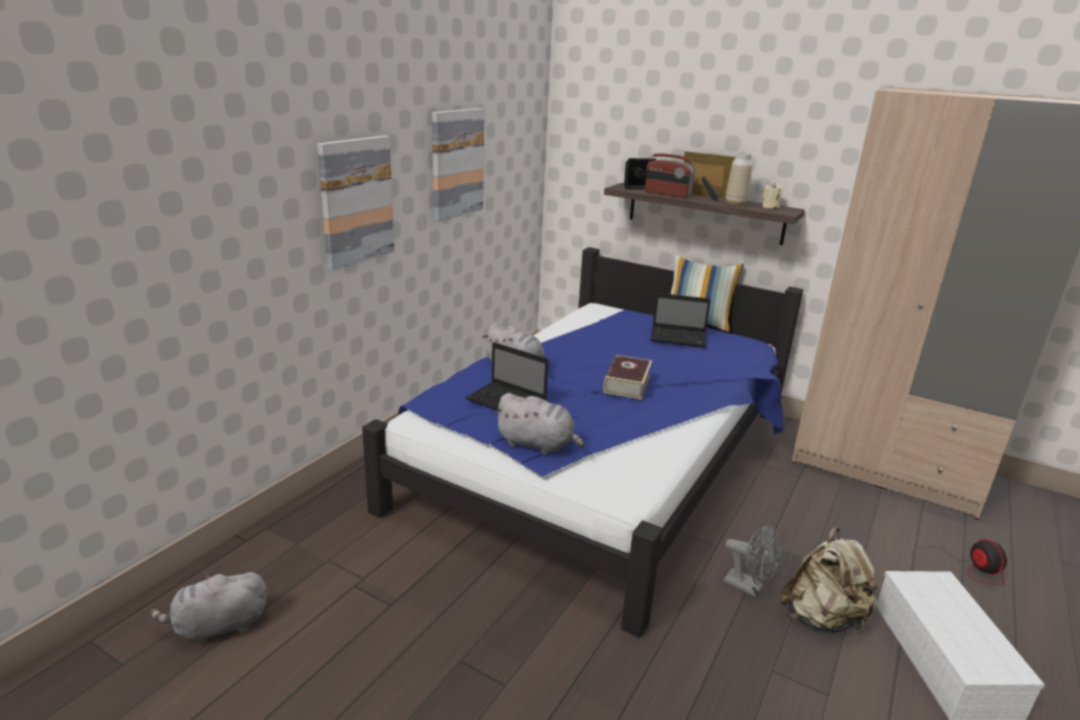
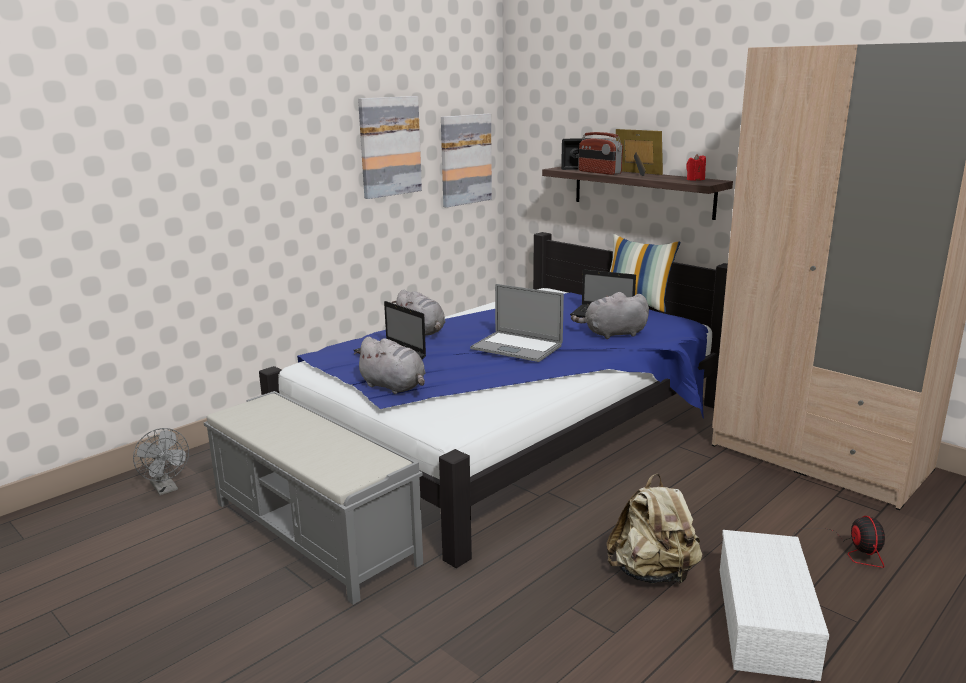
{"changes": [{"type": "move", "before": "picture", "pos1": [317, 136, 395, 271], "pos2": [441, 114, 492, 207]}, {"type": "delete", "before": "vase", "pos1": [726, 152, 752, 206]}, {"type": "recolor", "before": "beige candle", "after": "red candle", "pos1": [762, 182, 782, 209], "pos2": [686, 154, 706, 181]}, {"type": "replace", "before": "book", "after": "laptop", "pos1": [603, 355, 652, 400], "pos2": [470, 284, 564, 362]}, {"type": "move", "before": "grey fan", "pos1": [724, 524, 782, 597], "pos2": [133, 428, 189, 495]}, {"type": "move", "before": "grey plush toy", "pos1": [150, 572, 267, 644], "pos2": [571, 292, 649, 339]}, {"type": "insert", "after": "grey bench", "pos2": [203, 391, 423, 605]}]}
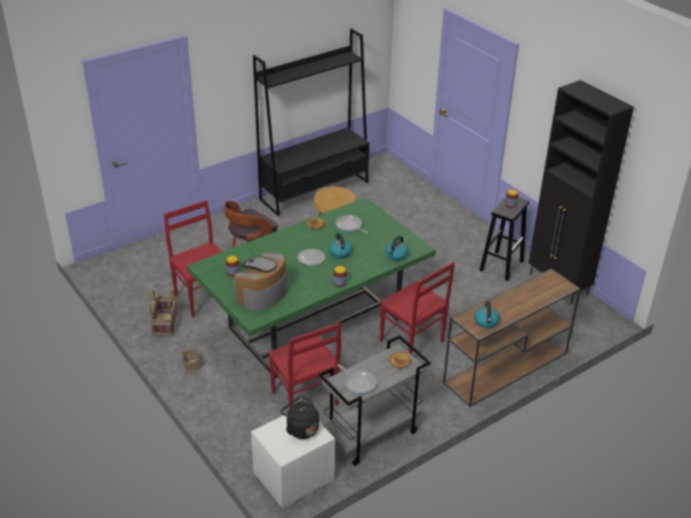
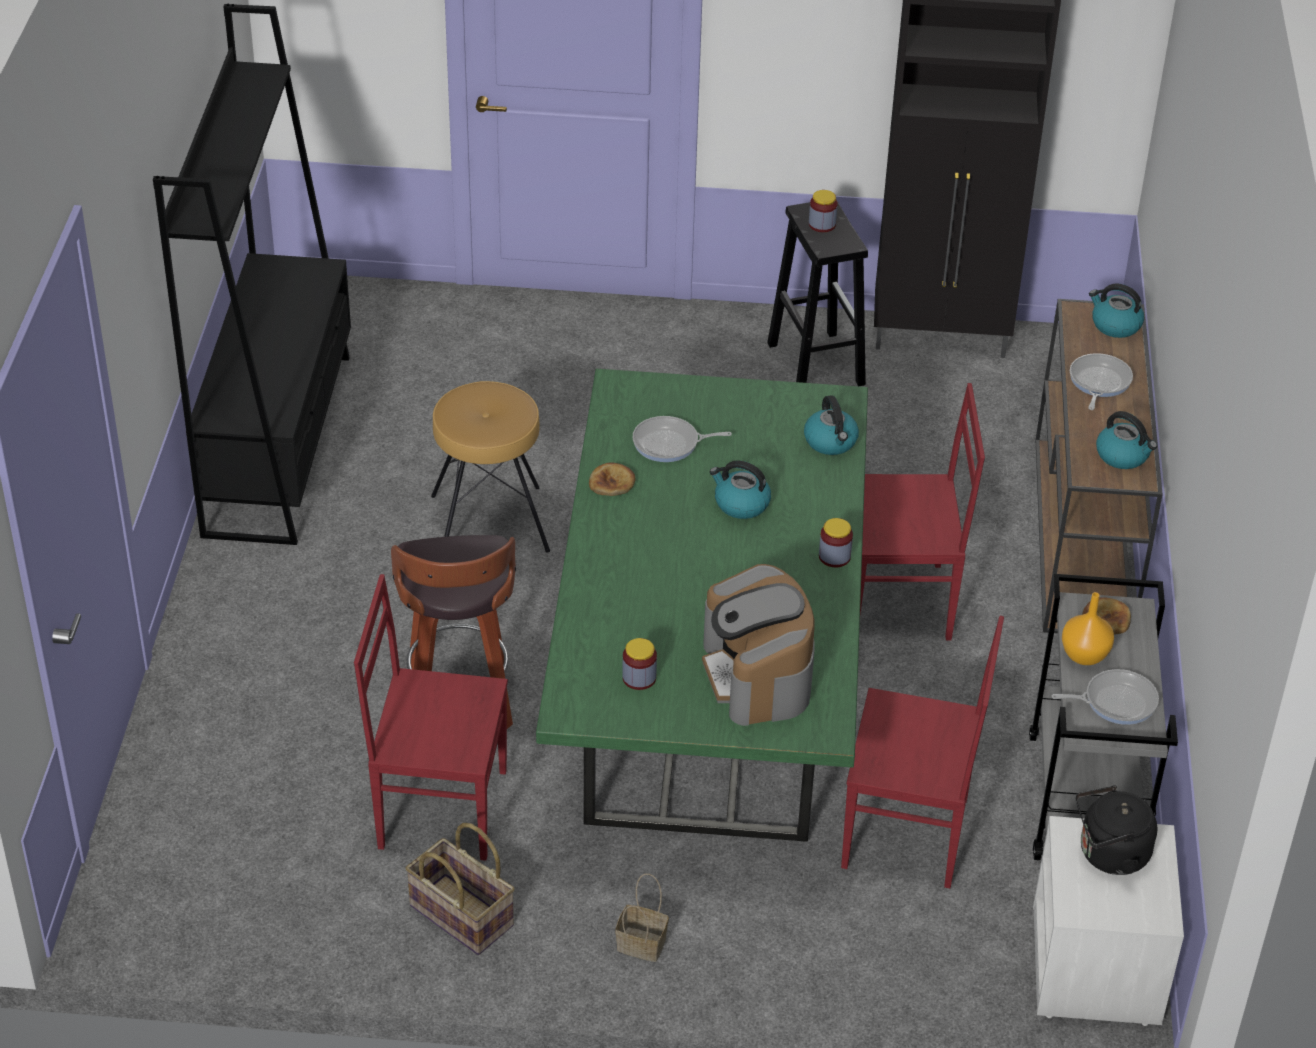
{"changes": [{"type": "delete", "before": "plate", "pos1": [297, 249, 325, 266]}, {"type": "insert", "after": "kettle", "pos2": [1089, 283, 1144, 338]}, {"type": "insert", "after": "frying pan", "pos2": [1070, 353, 1133, 410]}, {"type": "insert", "after": "orange vase", "pos2": [1062, 592, 1114, 665]}]}
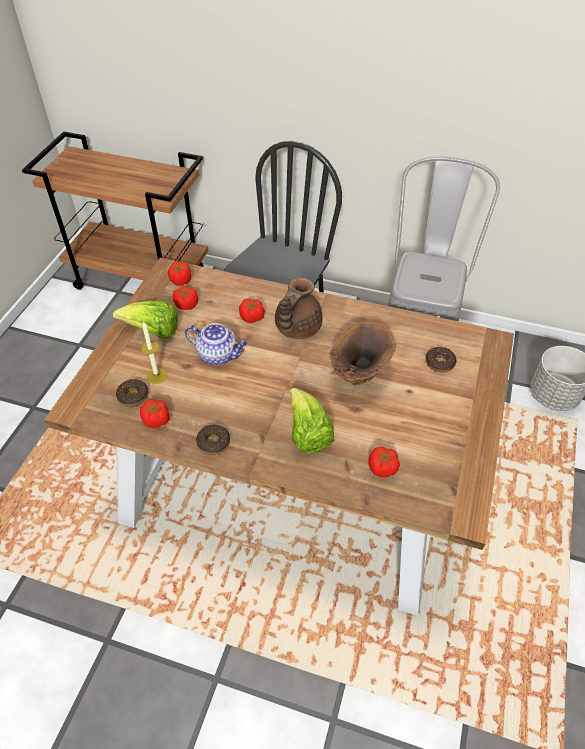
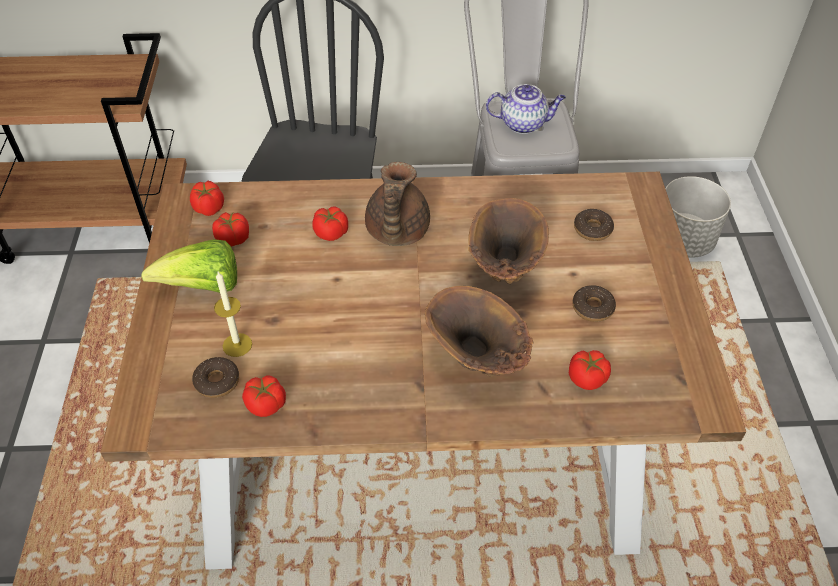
{"changes": [{"type": "move", "before": "teapot", "pos1": [185, 323, 247, 365], "pos2": [486, 84, 566, 134]}, {"type": "replace", "before": "lettuce", "after": "brown vase", "pos1": [290, 388, 335, 454], "pos2": [425, 286, 533, 377]}, {"type": "move", "before": "donut", "pos1": [196, 425, 230, 455], "pos2": [572, 285, 616, 322]}]}
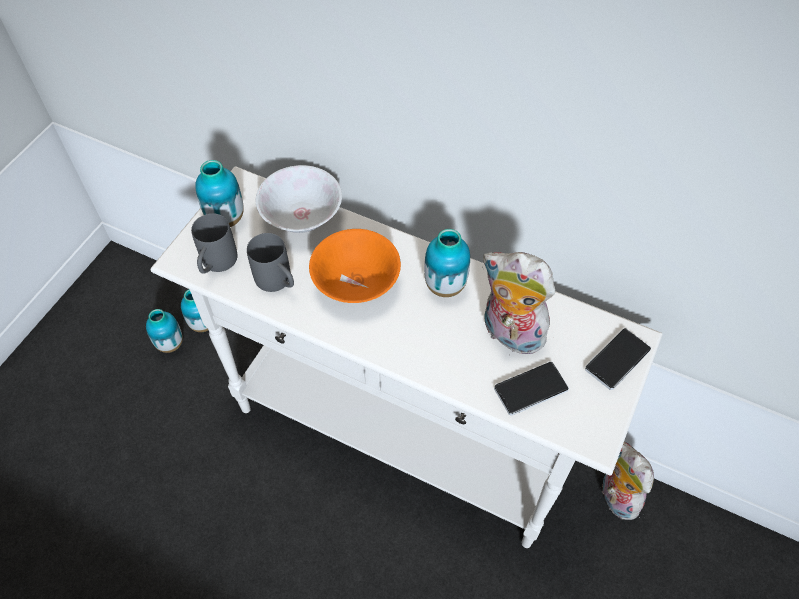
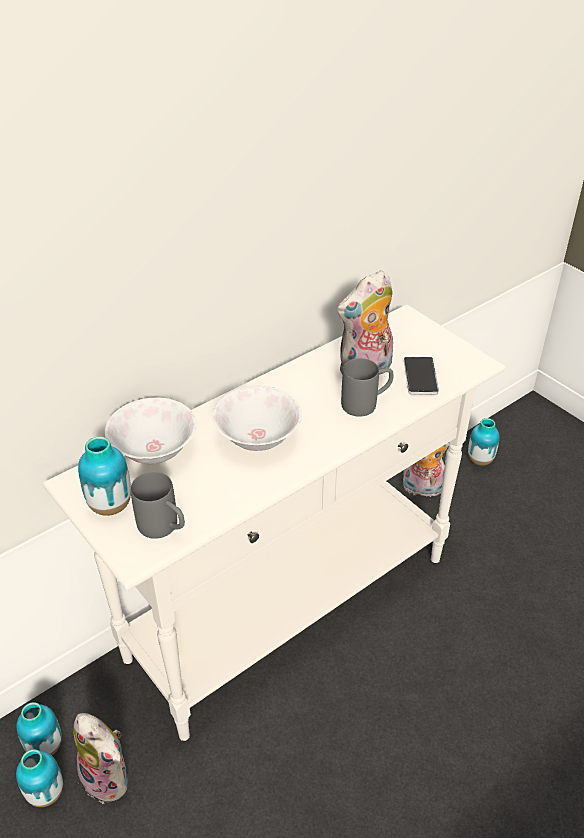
{"changes": [{"type": "recolor", "before": "orange bowl", "after": "white bowl", "pos1": [309, 229, 401, 303], "pos2": [212, 386, 302, 451]}, {"type": "move", "before": "vase", "pos1": [424, 229, 470, 297], "pos2": [468, 418, 499, 466]}, {"type": "move", "before": "grey mug", "pos1": [247, 233, 294, 292], "pos2": [341, 358, 394, 417]}, {"type": "delete", "before": "phone", "pos1": [585, 328, 651, 390]}, {"type": "insert", "after": "plush toy", "pos2": [73, 713, 128, 804]}]}
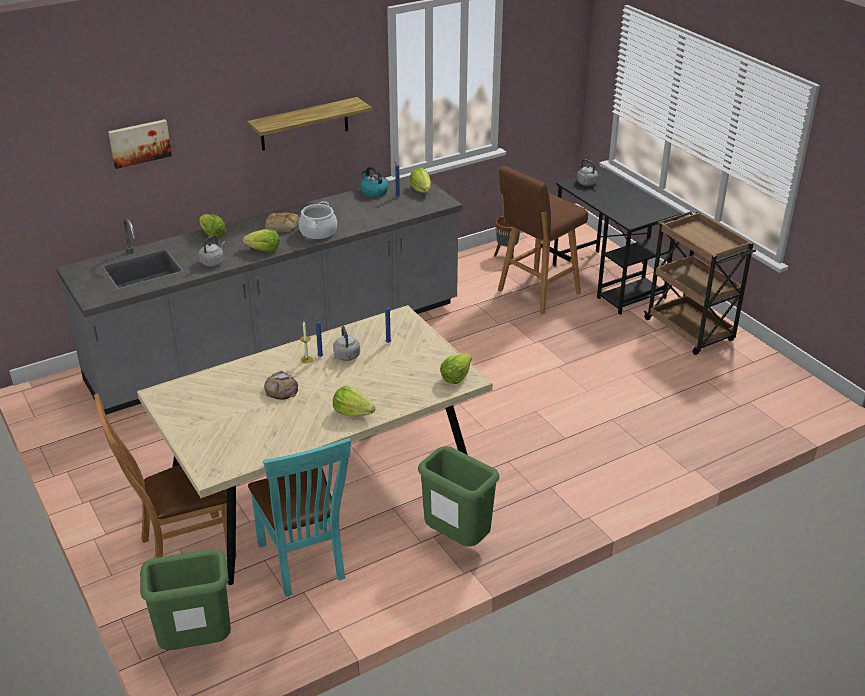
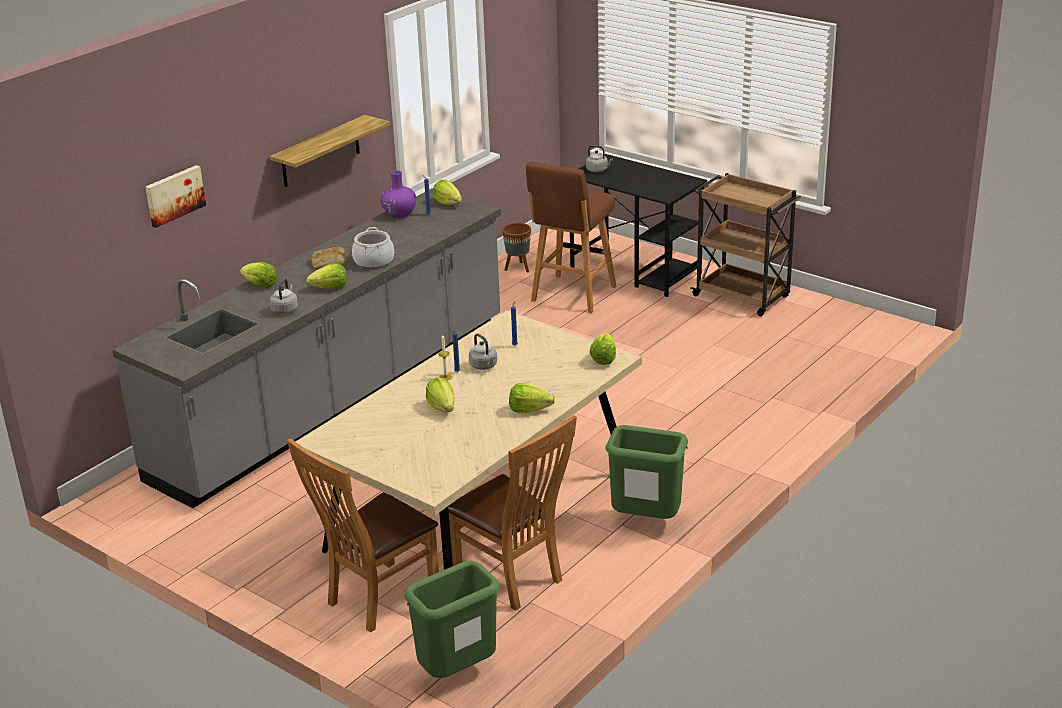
{"changes": [{"type": "replace", "before": "kettle", "after": "purple vase", "pos1": [360, 166, 389, 197], "pos2": [380, 171, 416, 218]}, {"type": "replace", "before": "bread", "after": "lettuce", "pos1": [264, 371, 298, 400], "pos2": [426, 378, 455, 412]}, {"type": "recolor", "before": "turquoise chair", "after": "brown chair", "pos1": [248, 438, 351, 597], "pos2": [448, 415, 577, 611]}]}
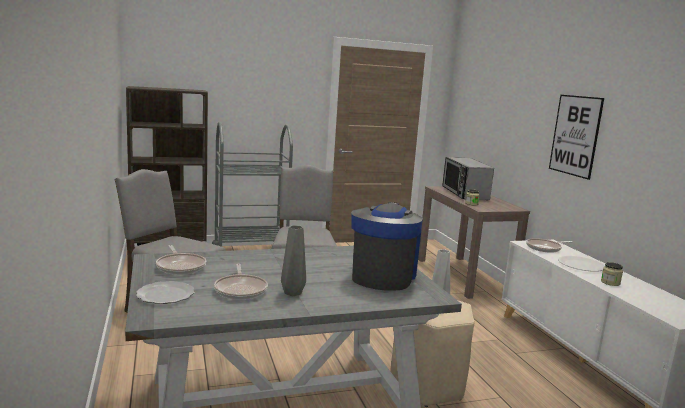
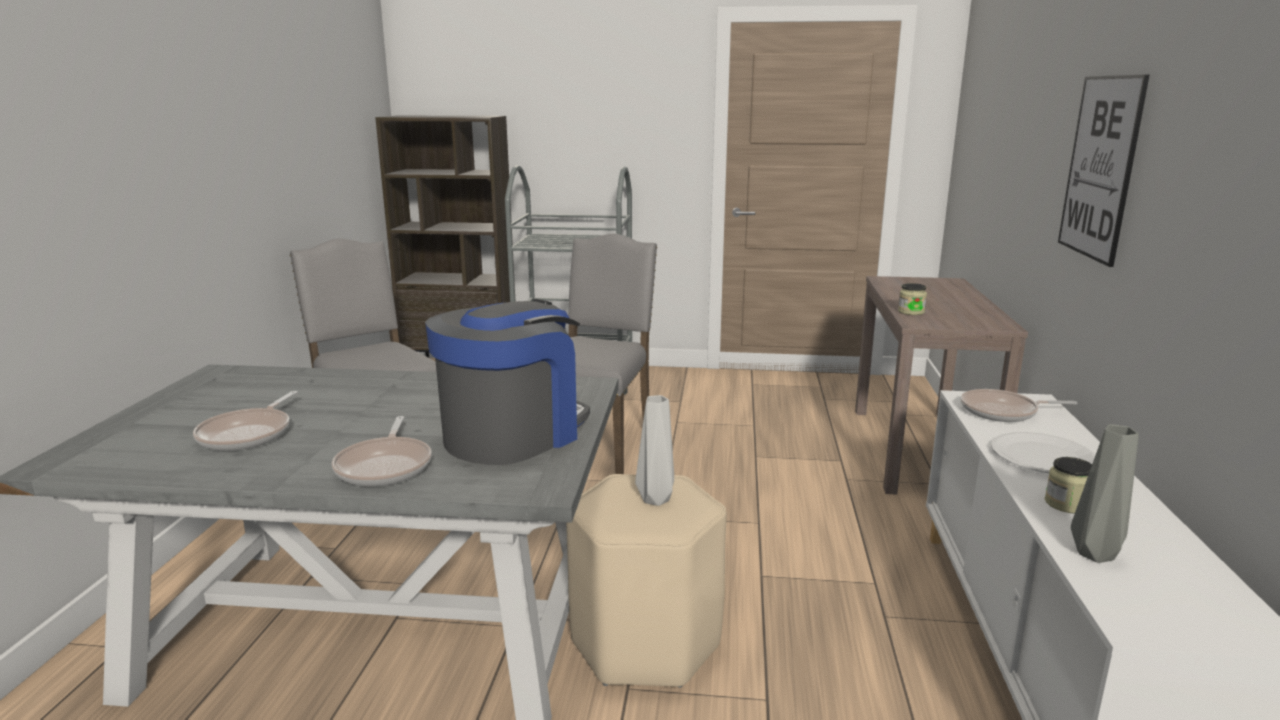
{"changes": [{"type": "delete", "before": "microwave", "pos1": [442, 157, 494, 200]}, {"type": "move", "before": "grey vase", "pos1": [281, 225, 306, 296], "pos2": [1071, 424, 1139, 563]}, {"type": "move", "before": "frying pan", "pos1": [156, 245, 206, 275], "pos2": [332, 416, 432, 486]}, {"type": "delete", "before": "plate", "pos1": [136, 281, 195, 304]}]}
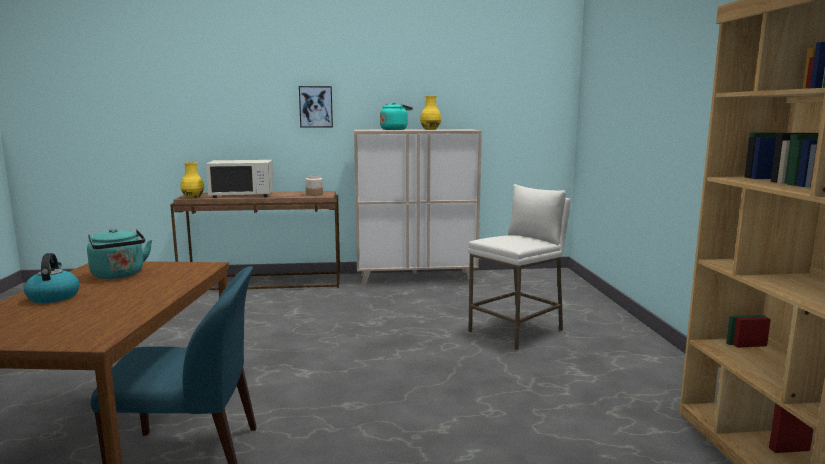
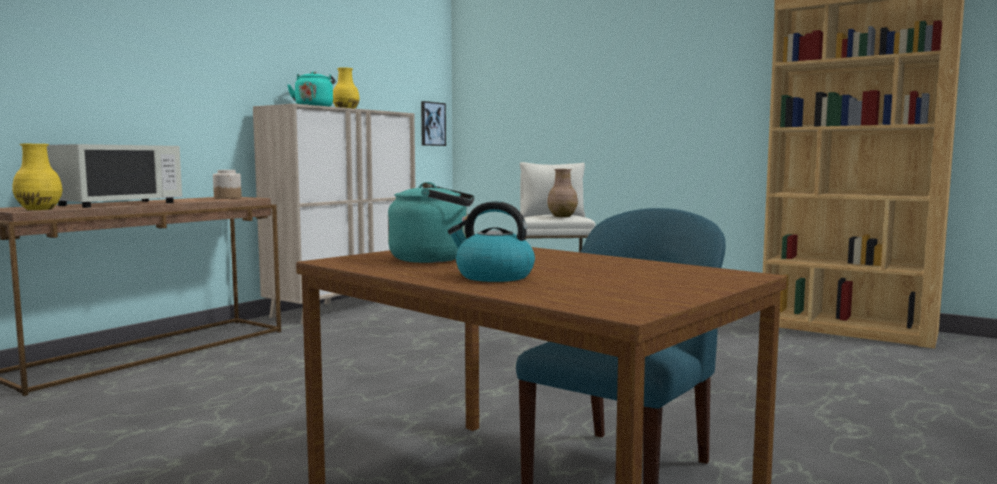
{"changes": [{"type": "move", "before": "picture", "pos1": [299, 86, 333, 128], "pos2": [421, 101, 446, 146]}, {"type": "insert", "after": "brown vase", "pos2": [547, 169, 578, 217]}]}
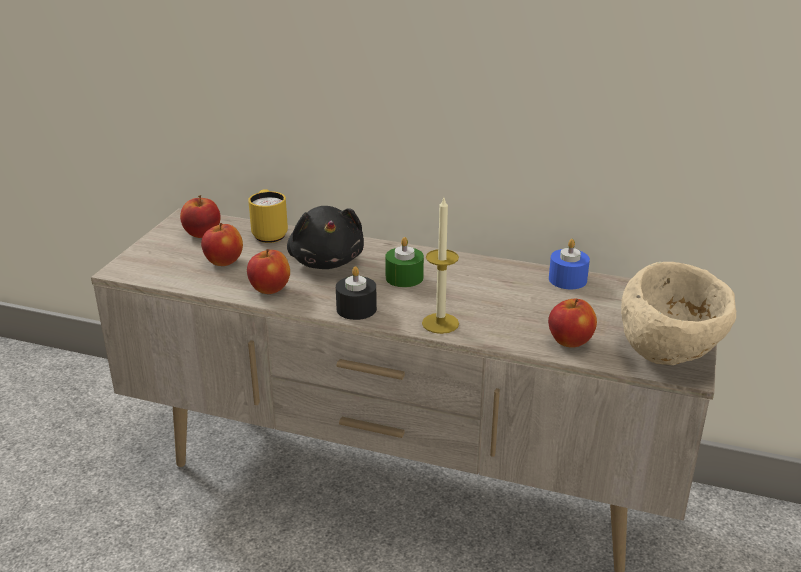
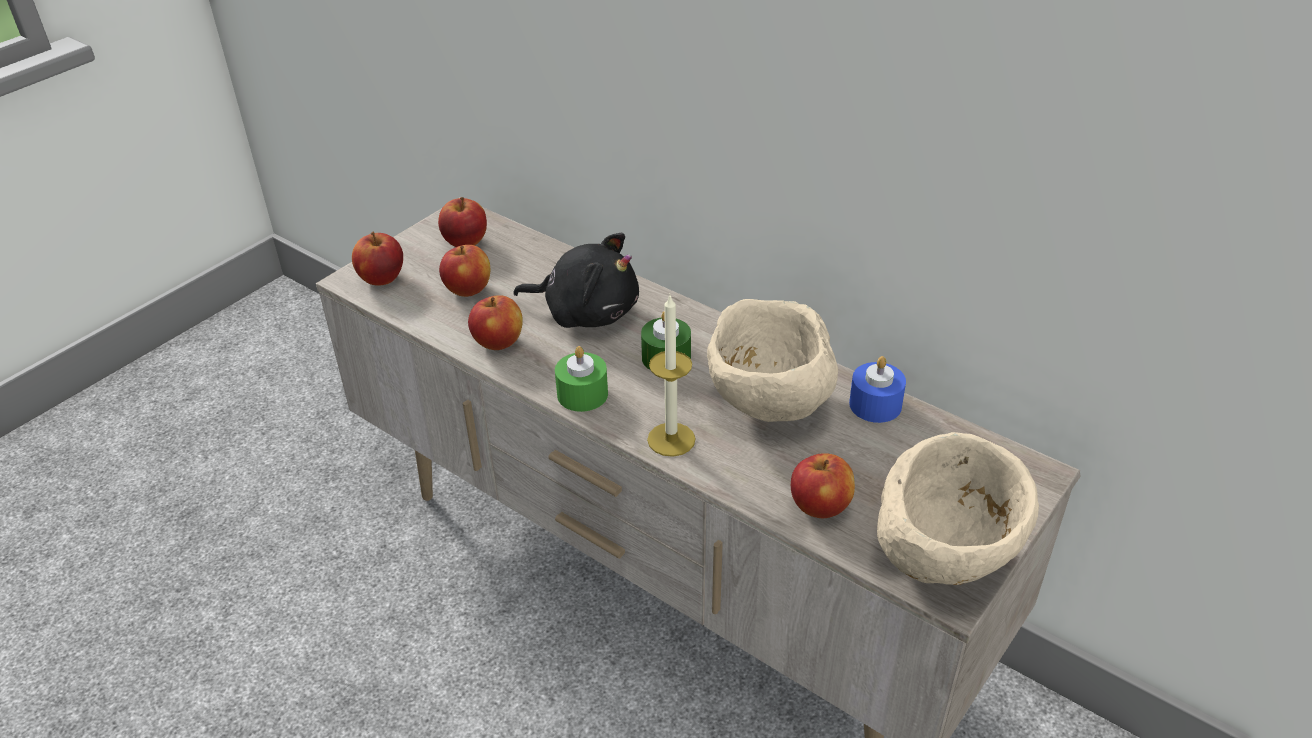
{"changes": [{"type": "delete", "before": "yellow mug", "pos1": [248, 189, 288, 243]}, {"type": "rotate", "before": "black plush toy", "pos1": [287, 206, 364, 269], "pos2": [514, 233, 639, 328], "turn": -75}, {"type": "recolor", "before": "black candle", "after": "green candle", "pos1": [336, 266, 377, 320], "pos2": [555, 346, 608, 412]}, {"type": "insert", "after": "apple", "pos2": [352, 231, 403, 286]}, {"type": "insert", "after": "beige bowl", "pos2": [707, 299, 838, 422]}]}
